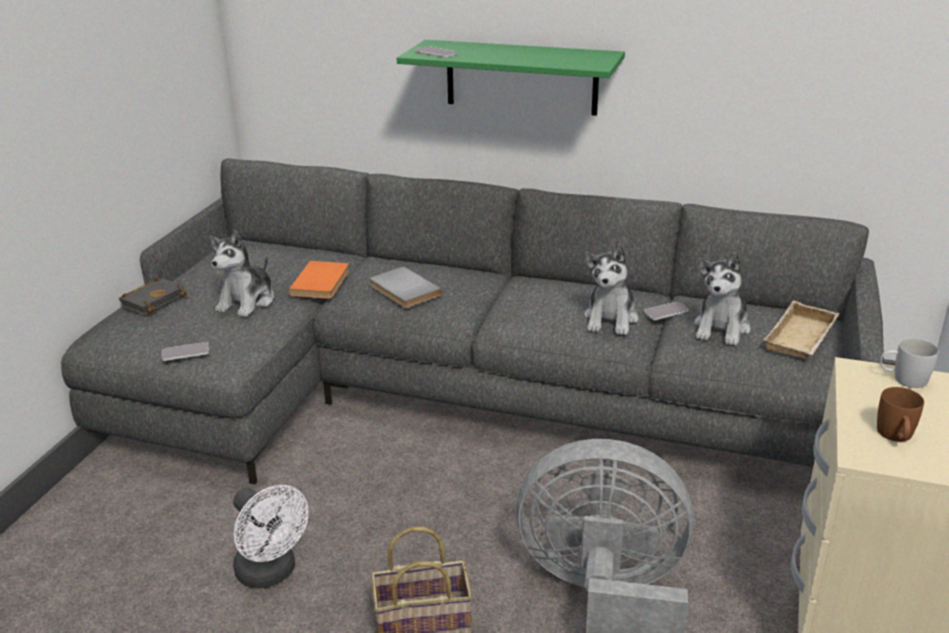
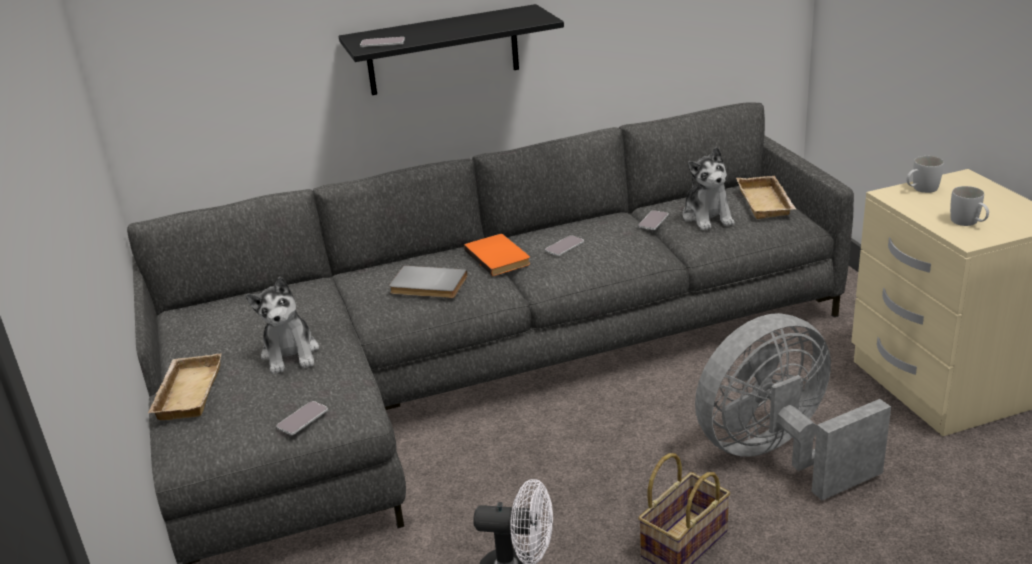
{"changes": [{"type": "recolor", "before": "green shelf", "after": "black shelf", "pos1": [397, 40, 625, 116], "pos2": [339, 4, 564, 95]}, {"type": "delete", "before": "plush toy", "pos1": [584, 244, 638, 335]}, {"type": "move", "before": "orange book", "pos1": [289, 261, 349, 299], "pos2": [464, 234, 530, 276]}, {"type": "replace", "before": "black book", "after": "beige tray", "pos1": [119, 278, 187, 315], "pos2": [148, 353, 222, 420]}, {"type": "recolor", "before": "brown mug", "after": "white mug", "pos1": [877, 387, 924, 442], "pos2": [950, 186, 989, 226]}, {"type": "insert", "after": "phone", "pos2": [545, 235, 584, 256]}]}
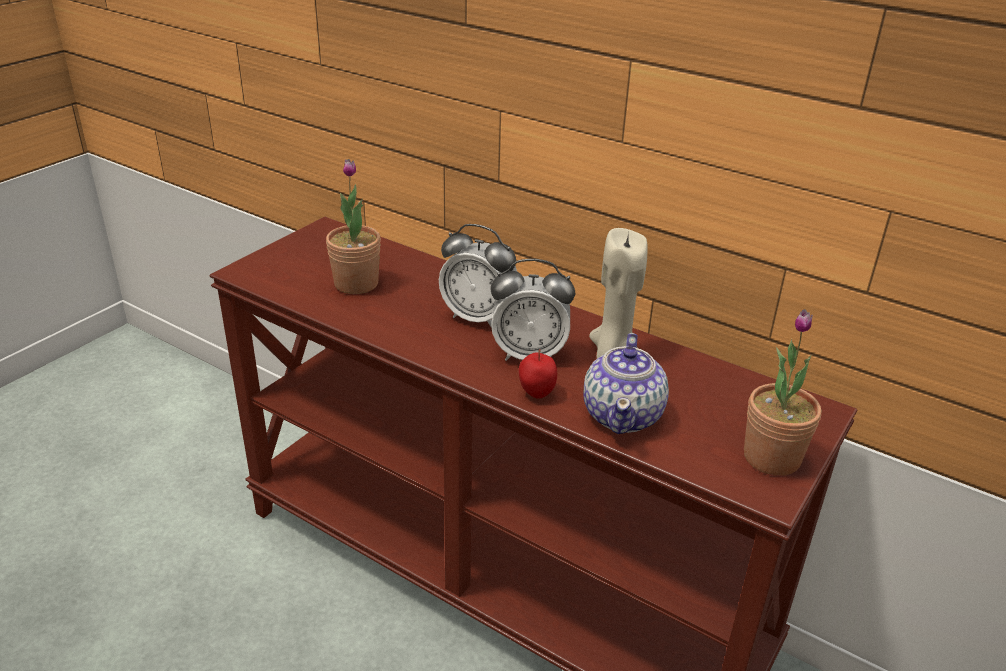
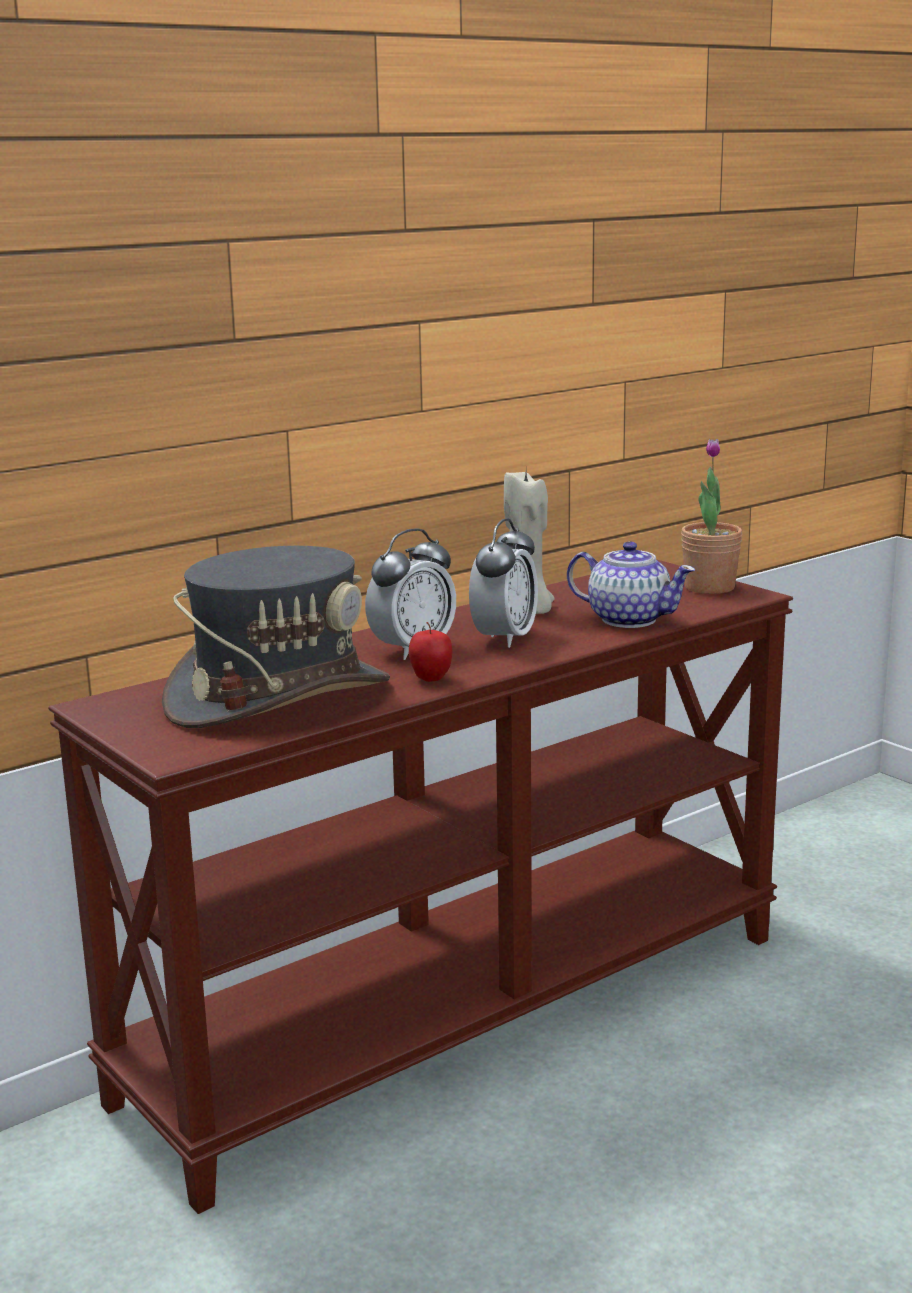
{"changes": [{"type": "replace", "before": "potted plant", "after": "grey hat", "pos1": [326, 159, 381, 294], "pos2": [162, 546, 390, 728]}, {"type": "move", "before": "apple", "pos1": [519, 349, 557, 399], "pos2": [409, 622, 452, 682]}]}
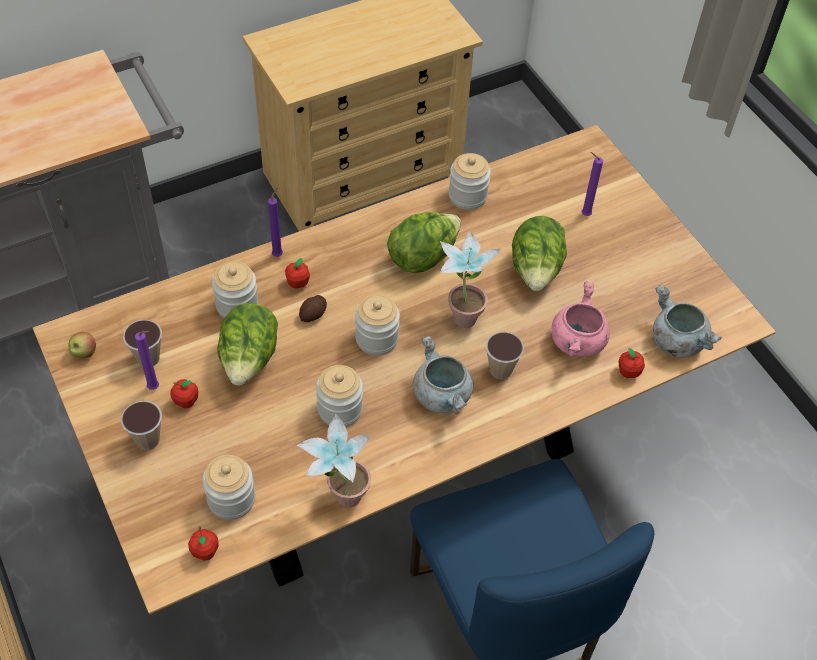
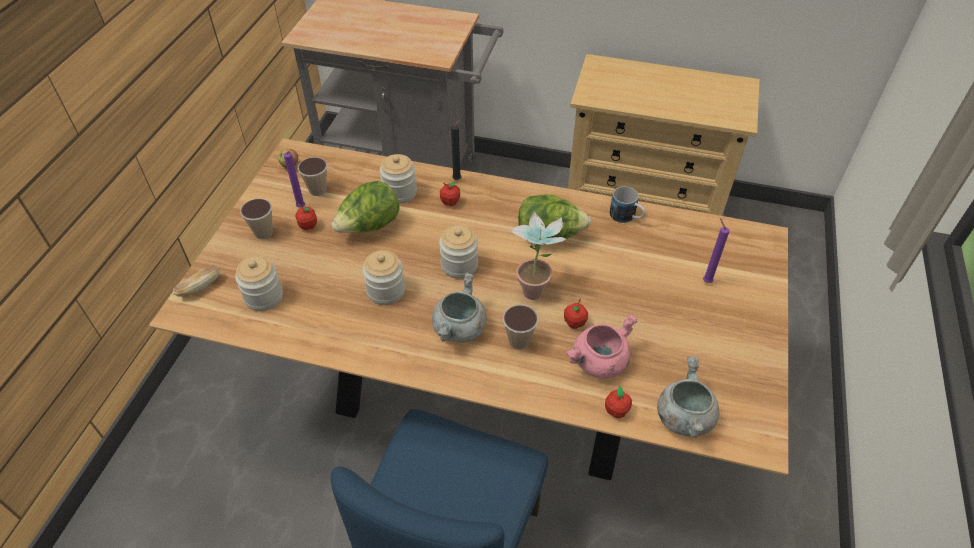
{"changes": [{"type": "replace", "before": "jar", "after": "mug", "pos1": [449, 153, 491, 210], "pos2": [610, 186, 645, 223]}, {"type": "recolor", "before": "purple candle", "after": "black candle", "pos1": [268, 188, 283, 257], "pos2": [451, 119, 462, 180]}, {"type": "delete", "before": "lettuce", "pos1": [512, 216, 567, 291]}, {"type": "delete", "before": "potato", "pos1": [299, 295, 327, 322]}, {"type": "delete", "before": "potted plant", "pos1": [297, 413, 371, 508]}, {"type": "move", "before": "apple", "pos1": [188, 526, 219, 561], "pos2": [564, 299, 588, 329]}, {"type": "insert", "after": "bread", "pos2": [173, 265, 220, 297]}]}
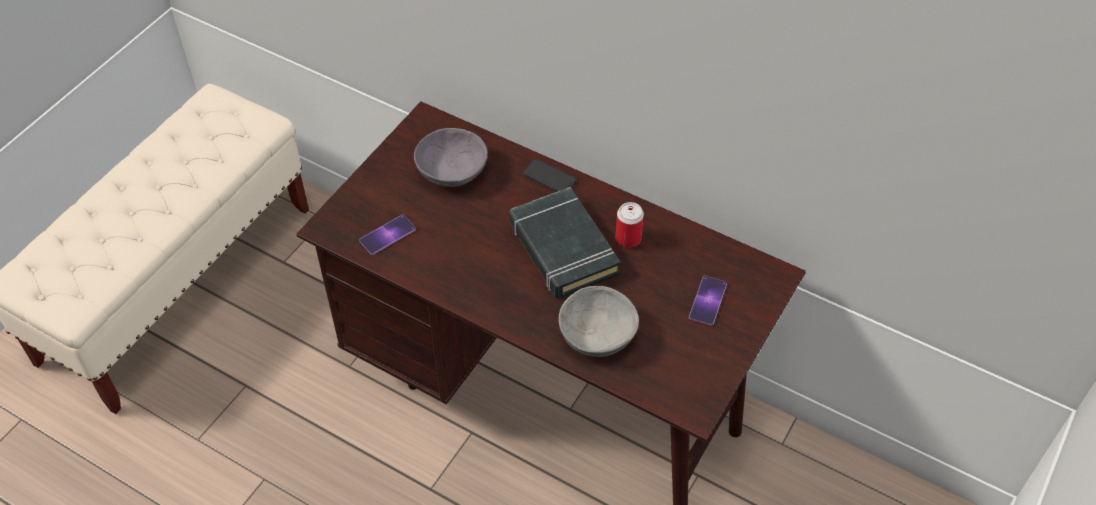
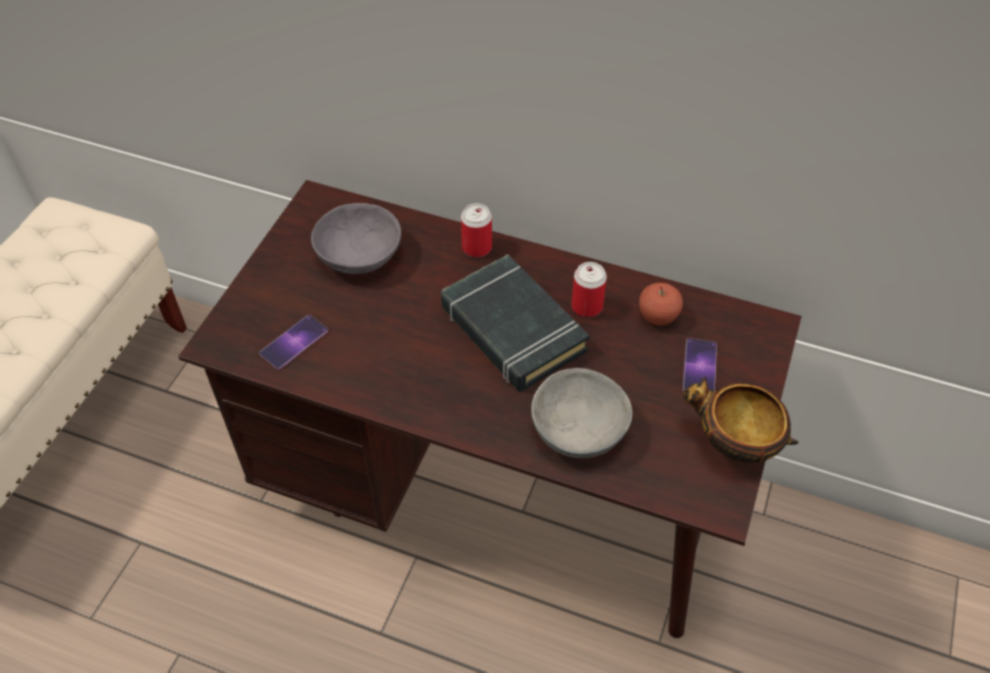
{"changes": [{"type": "replace", "before": "phone", "after": "can", "pos1": [522, 159, 576, 192], "pos2": [461, 203, 492, 257]}, {"type": "insert", "after": "apple", "pos2": [639, 283, 683, 325]}, {"type": "insert", "after": "bowl", "pos2": [683, 377, 799, 463]}]}
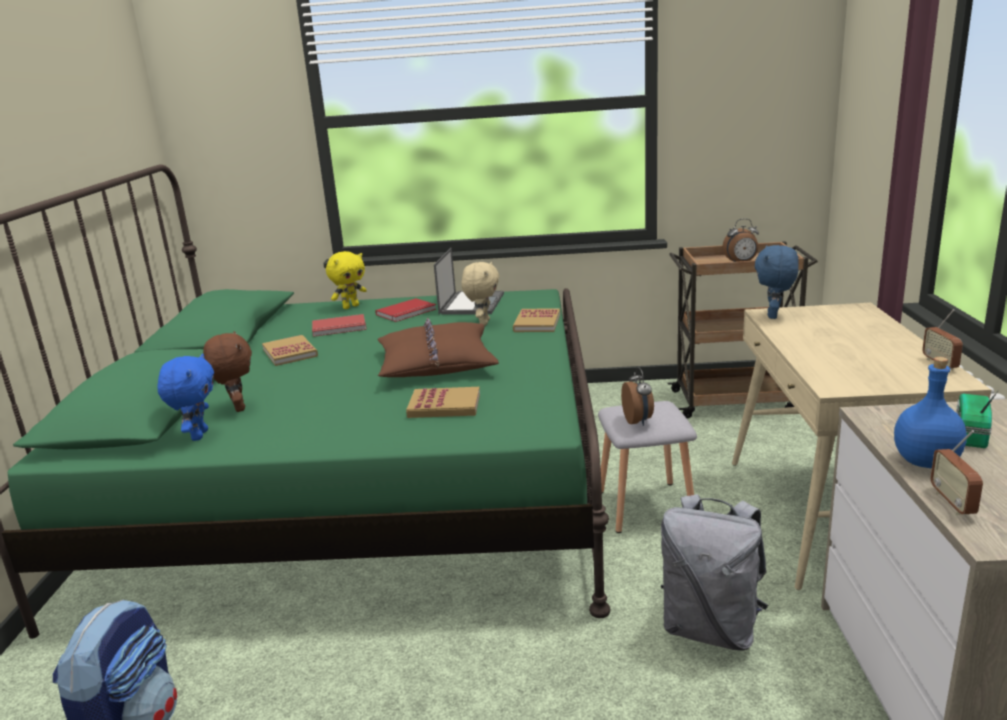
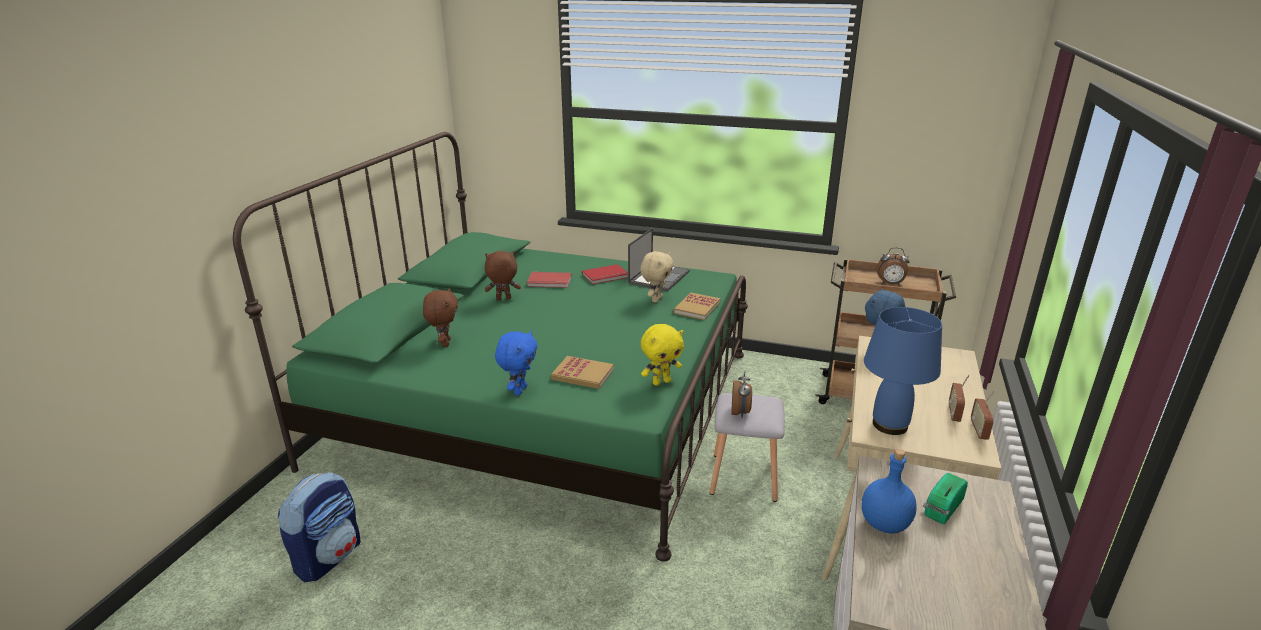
{"changes": [{"type": "move", "before": "yellow plush toy", "pos1": [326, 251, 367, 309], "pos2": [641, 324, 684, 386]}, {"type": "delete", "before": "brown pillow", "pos1": [377, 318, 499, 377]}, {"type": "replace", "before": "book", "after": "brown plush toy", "pos1": [262, 335, 318, 366], "pos2": [485, 251, 521, 300]}, {"type": "move", "before": "blue plush toy", "pos1": [157, 353, 214, 441], "pos2": [495, 331, 538, 395]}, {"type": "move", "before": "radio", "pos1": [930, 430, 983, 515], "pos2": [949, 375, 969, 422]}, {"type": "delete", "before": "grey backpack", "pos1": [661, 494, 768, 651]}, {"type": "insert", "after": "blue table lamp", "pos2": [864, 307, 942, 435]}]}
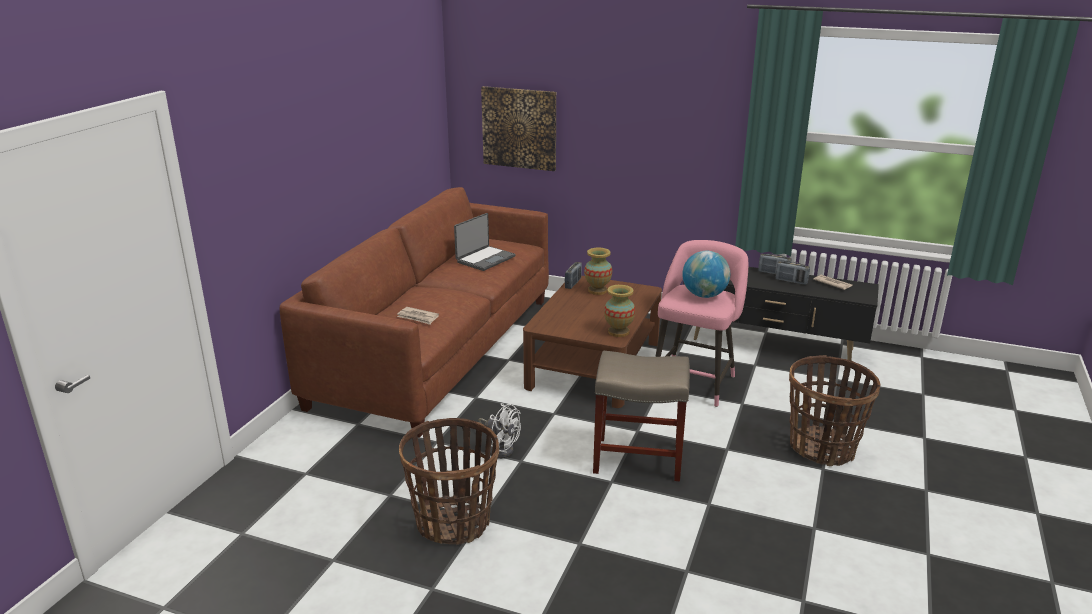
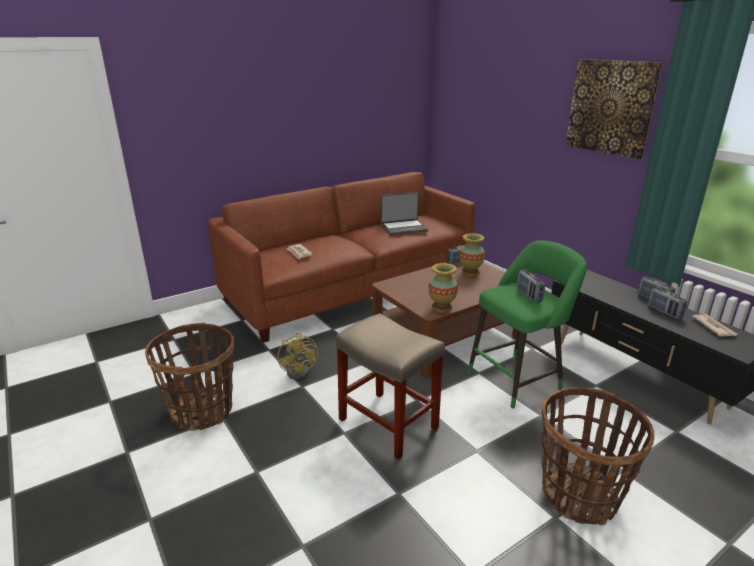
{"changes": [{"type": "move", "before": "picture", "pos1": [481, 86, 556, 171], "pos2": [566, 59, 663, 159]}, {"type": "recolor", "before": "pink stool", "after": "green stool", "pos1": [655, 240, 748, 407], "pos2": [468, 240, 587, 409]}, {"type": "replace", "before": "globe", "after": "radio", "pos1": [682, 251, 730, 298], "pos2": [517, 270, 545, 302]}, {"type": "recolor", "before": "white fan", "after": "yellow fan", "pos1": [479, 403, 521, 459], "pos2": [278, 333, 318, 380]}]}
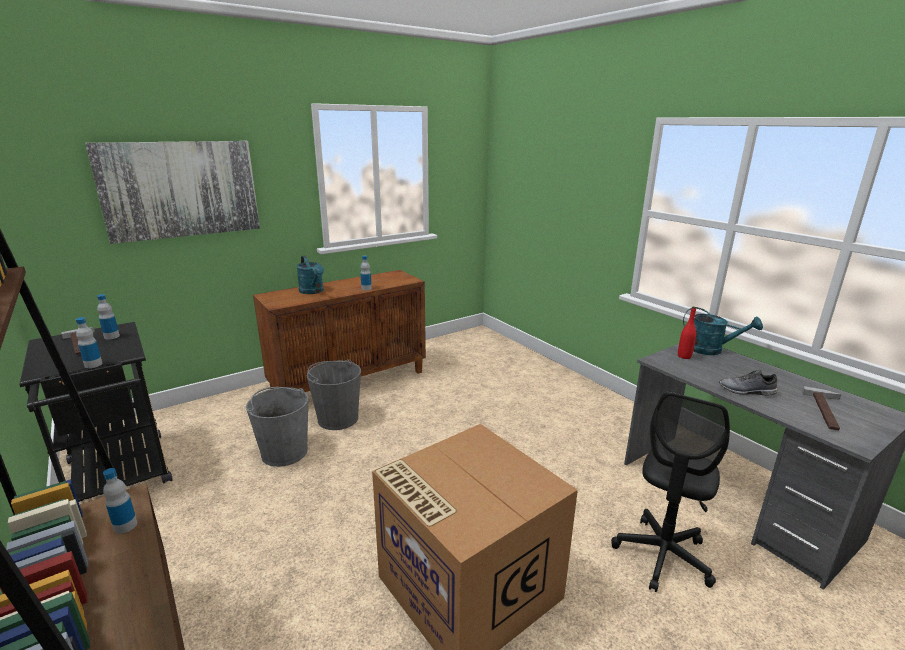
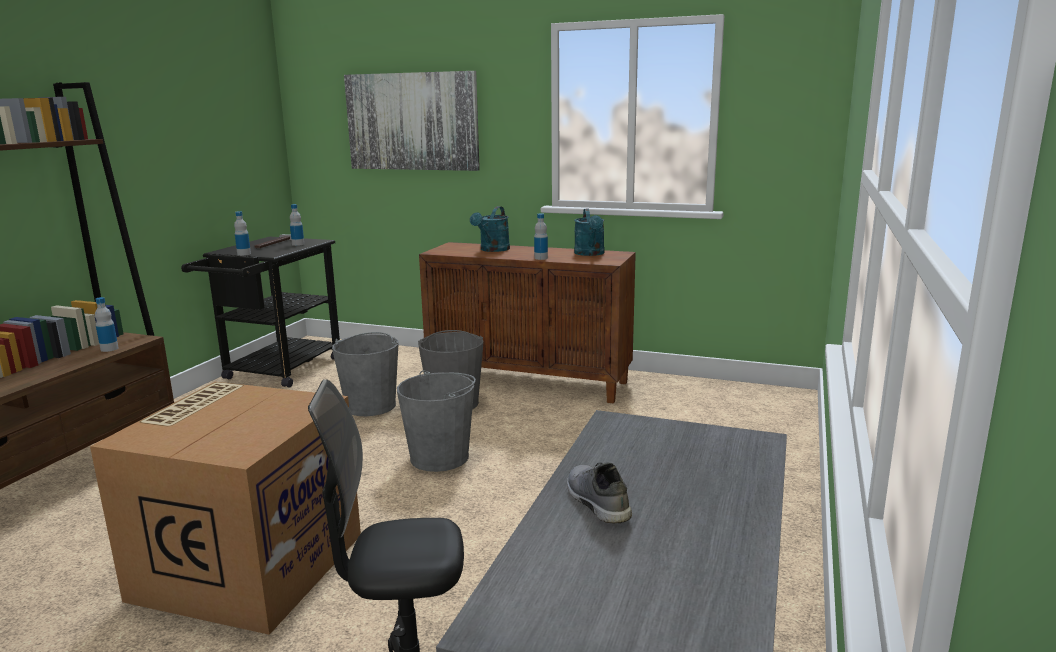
{"changes": [{"type": "delete", "before": "red bottle", "pos1": [678, 307, 696, 359]}, {"type": "move", "before": "turquoise watering can", "pos1": [683, 307, 763, 355], "pos2": [574, 209, 605, 256]}, {"type": "delete", "before": "hammer", "pos1": [802, 386, 841, 431]}, {"type": "insert", "after": "grey bucket", "pos2": [397, 370, 476, 472]}]}
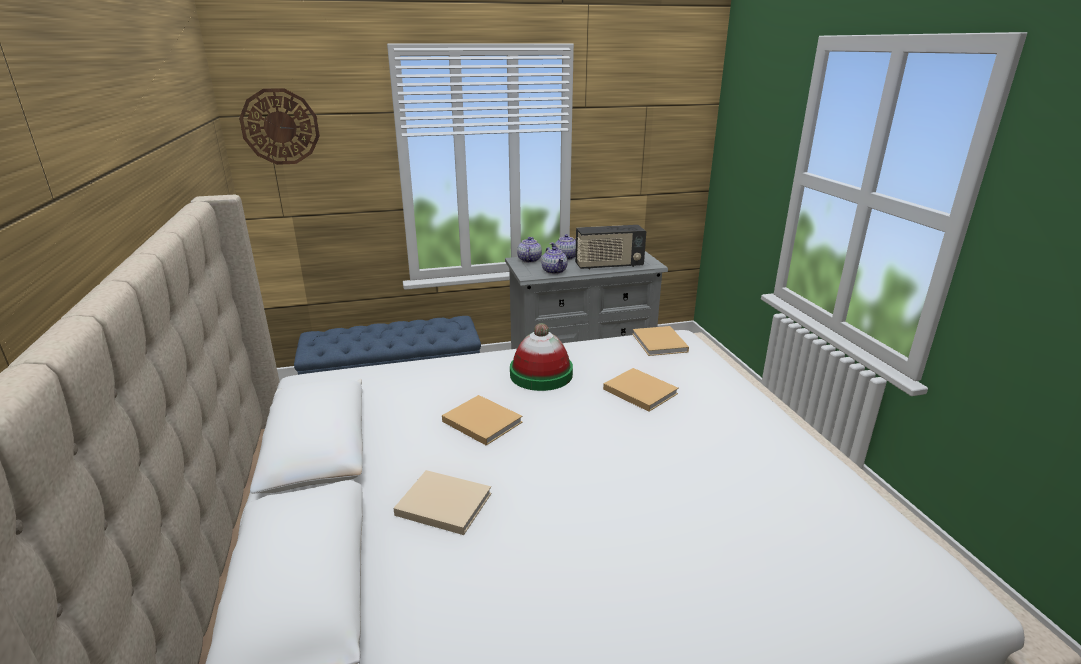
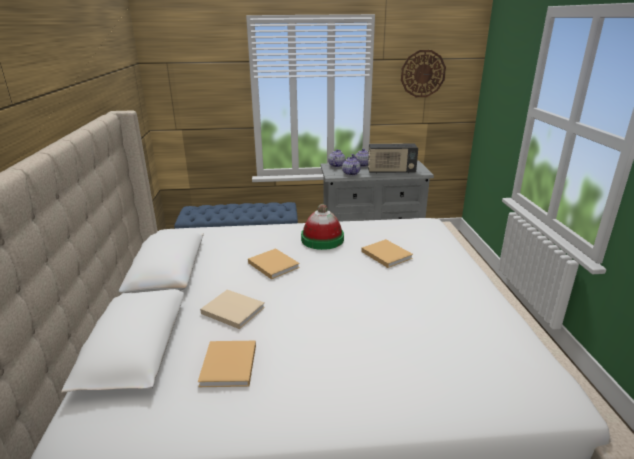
{"changes": [{"type": "move", "before": "wall clock", "pos1": [239, 88, 320, 165], "pos2": [401, 50, 446, 97]}, {"type": "move", "before": "beige book", "pos1": [632, 326, 689, 356], "pos2": [198, 341, 256, 387]}]}
